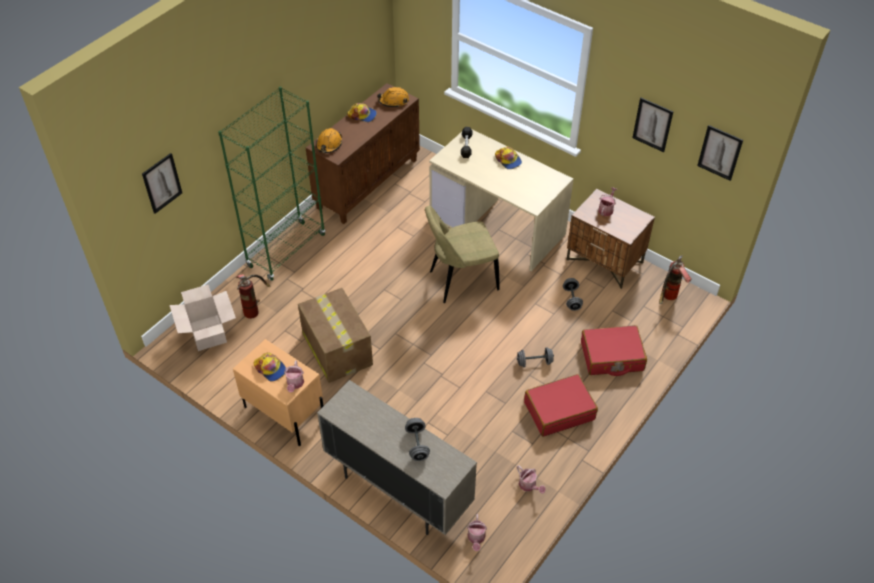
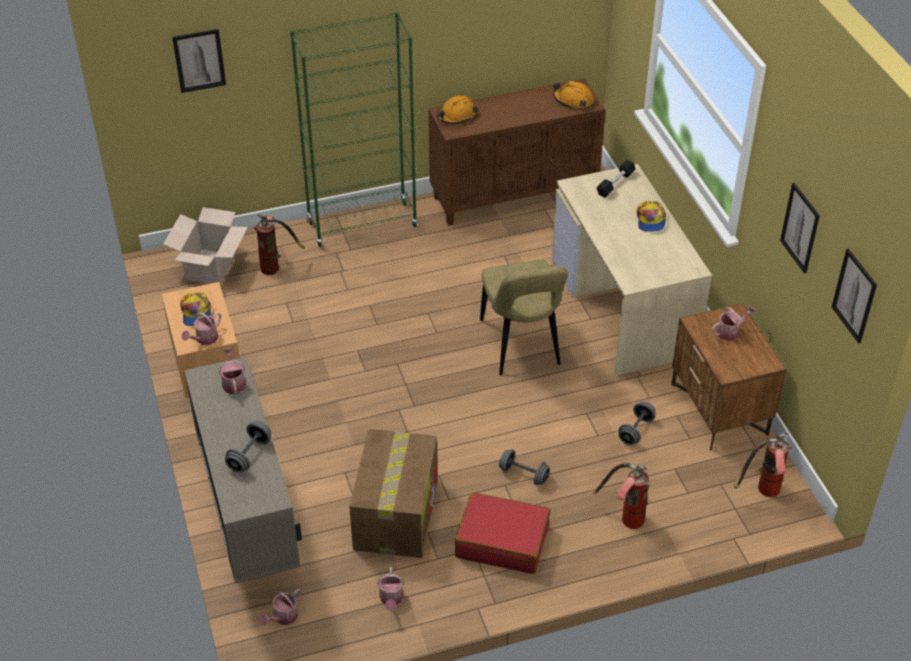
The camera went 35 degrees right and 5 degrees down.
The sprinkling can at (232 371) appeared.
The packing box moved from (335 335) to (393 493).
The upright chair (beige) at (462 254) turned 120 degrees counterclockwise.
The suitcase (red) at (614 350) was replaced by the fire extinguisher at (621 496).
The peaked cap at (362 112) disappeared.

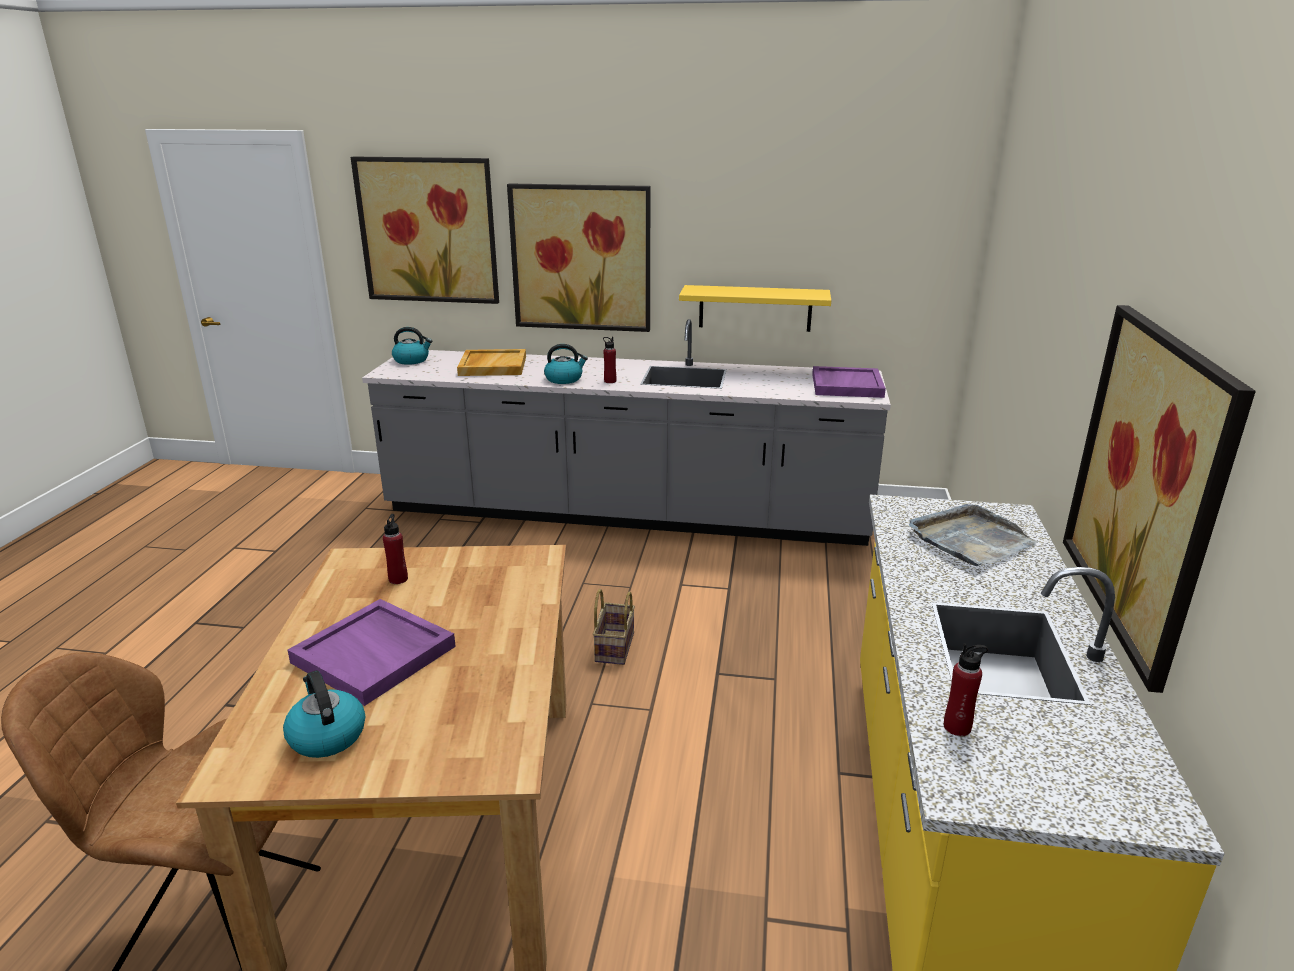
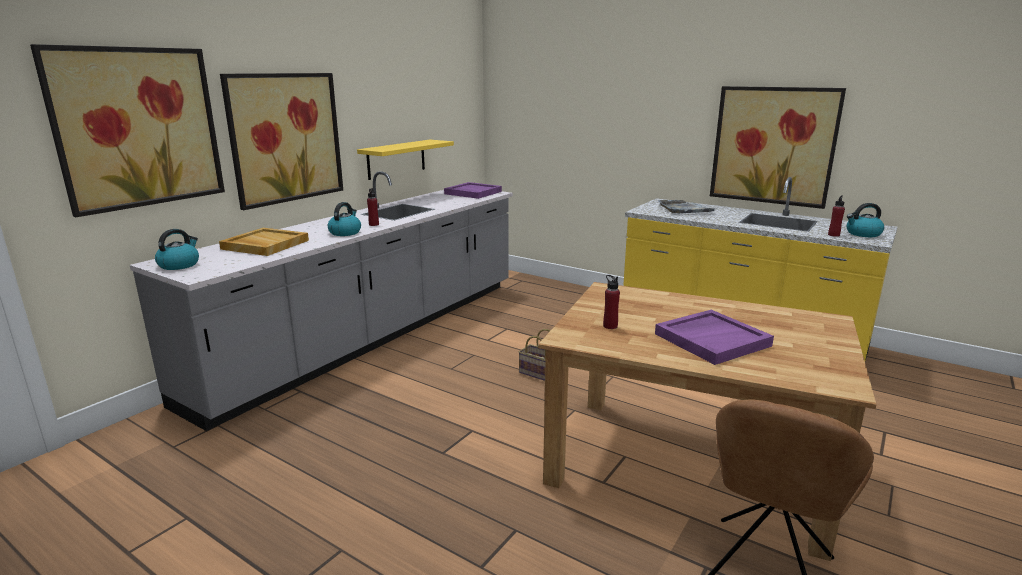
The camera went 65 degrees left and 5 degrees down.
The water kettle moved from (324 714) to (865 220).

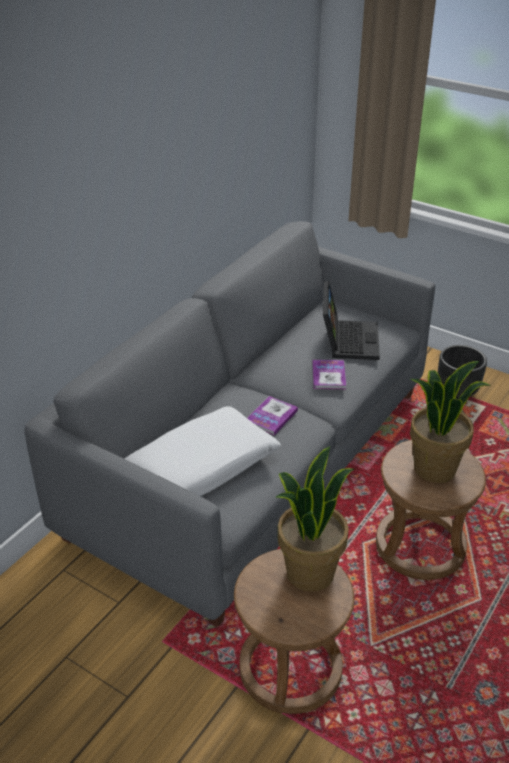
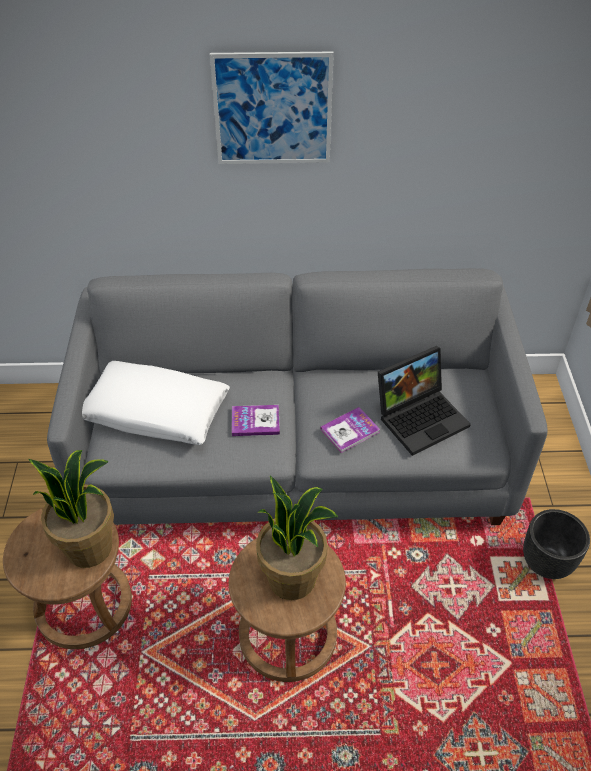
The camera went 55 degrees right and 10 degrees up.
The wall picture at (272 108) appeared.

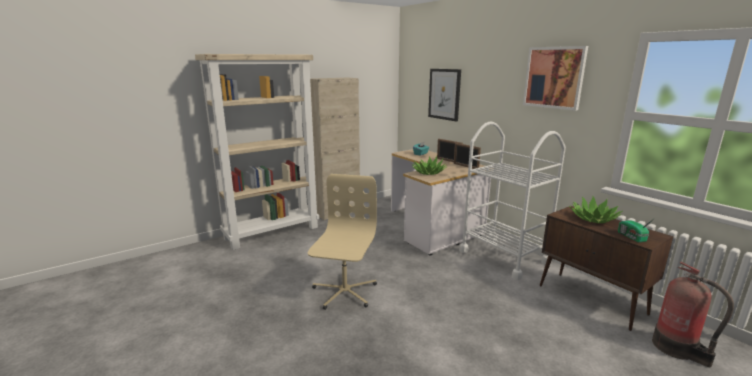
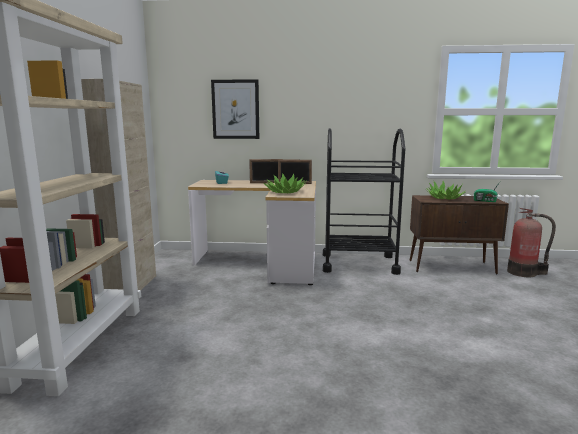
The camera went 50 degrees left and 5 degrees down.
The cart (white-coloured) at (512 201) became the cart (black-coloured) at (364 201).
The computer chair (beige) at (342 242) disappeared.
The wall picture at (555 78) disappeared.

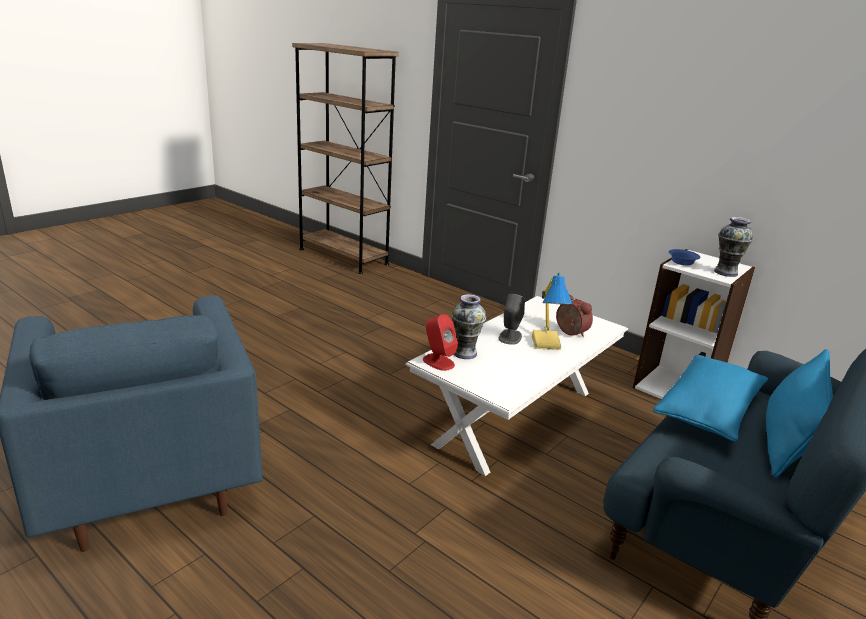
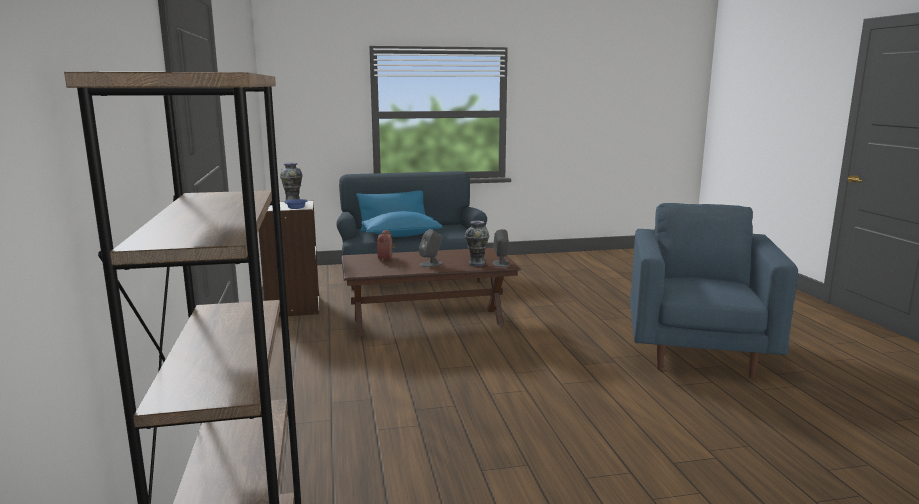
The camera went 140 degrees left and 10 degrees down.
The coffee table (white-coloured) at (517 386) became the coffee table (brown) at (431 292).
The audio speaker (red) at (440 342) became the audio speaker (greyish) at (501 248).
The tabletop lamp at (552 311) disappeared.

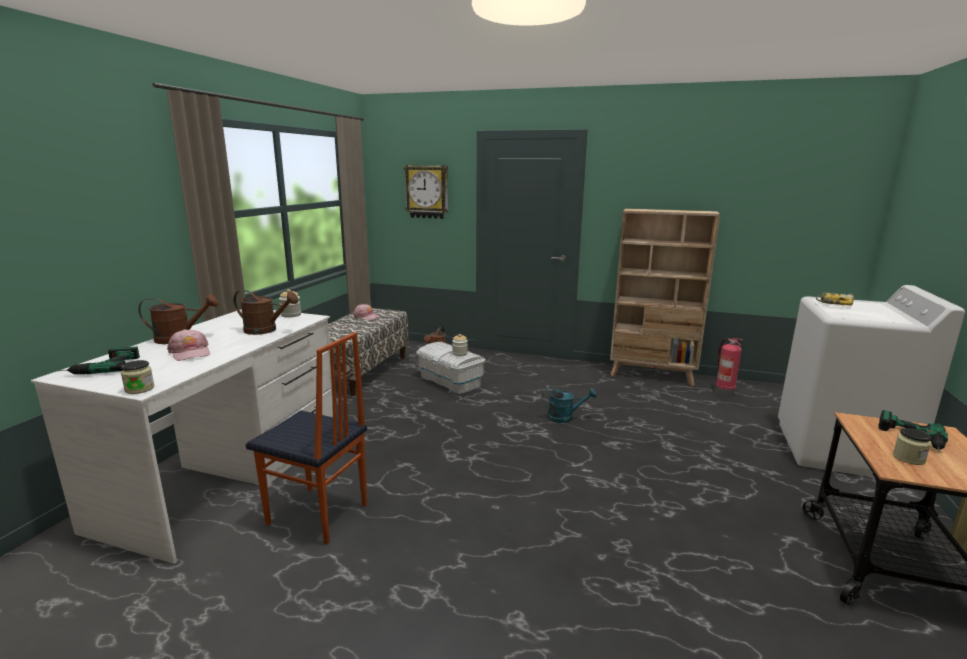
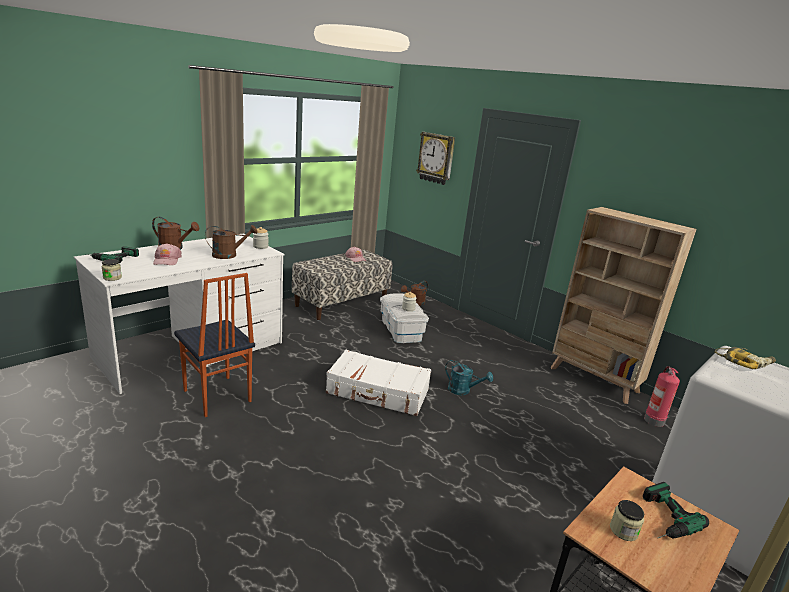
The camera went 25 degrees right and 5 degrees up.
The sprinkling can (brown) at (265 312) turned 60 degrees counterclockwise.
The suitcase (white-coloured) at (378 383) appeared.

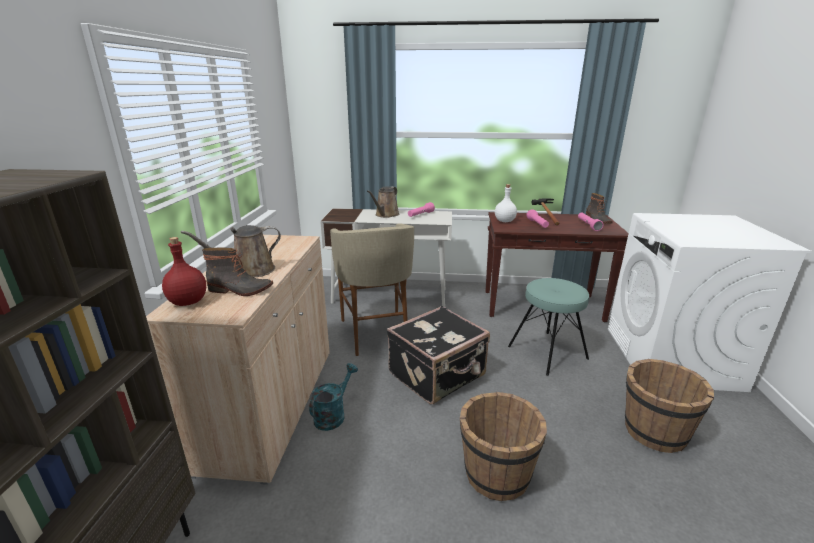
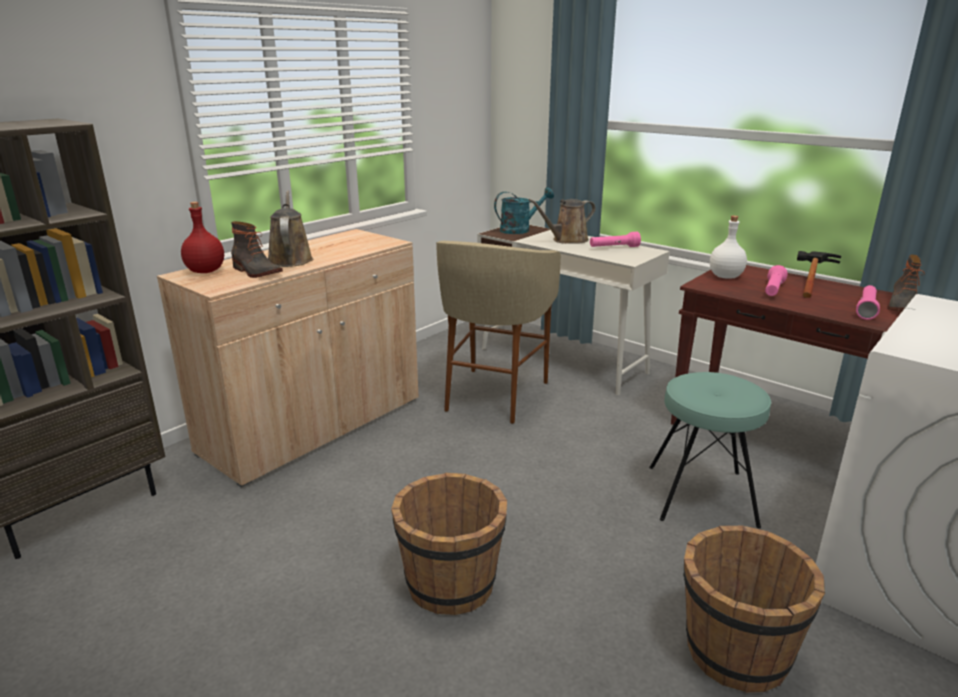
The camera went 35 degrees right and 0 degrees up.
The sprinkling can (brown) at (231 251) turned 75 degrees clockwise.
The sprinkling can (turquoise) moved from (333 397) to (524 210).
The suitcase (black-coloured) at (438 355) disappeared.

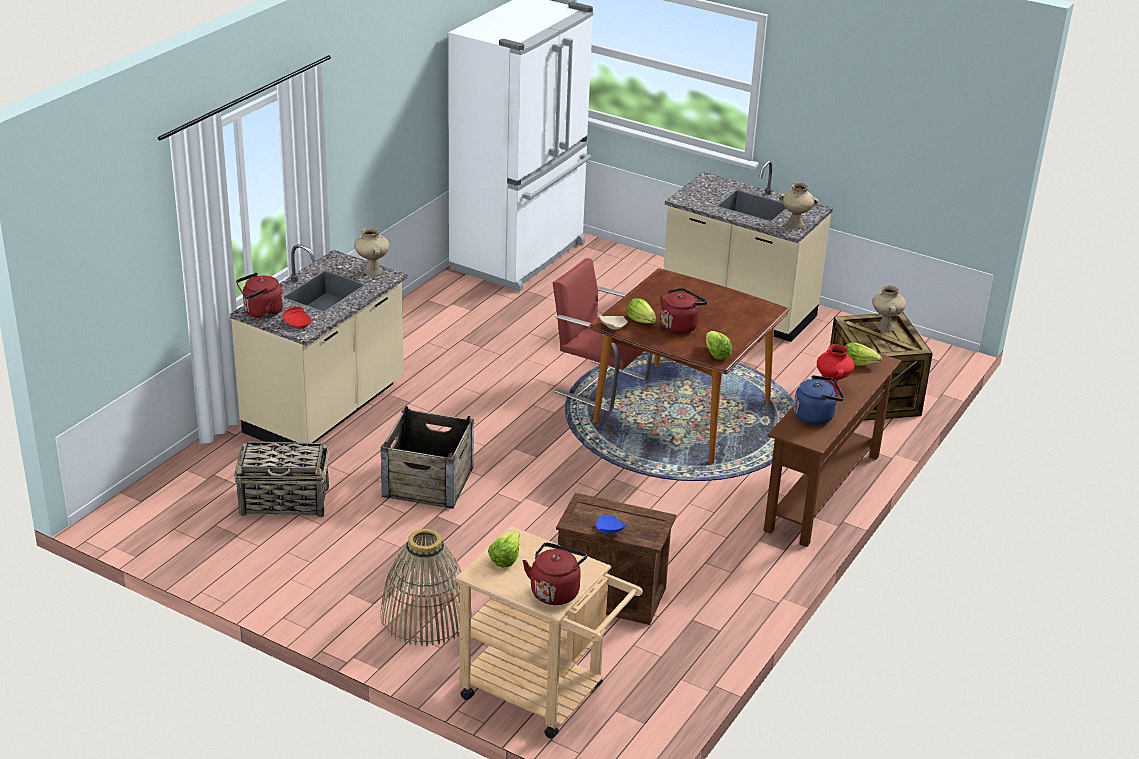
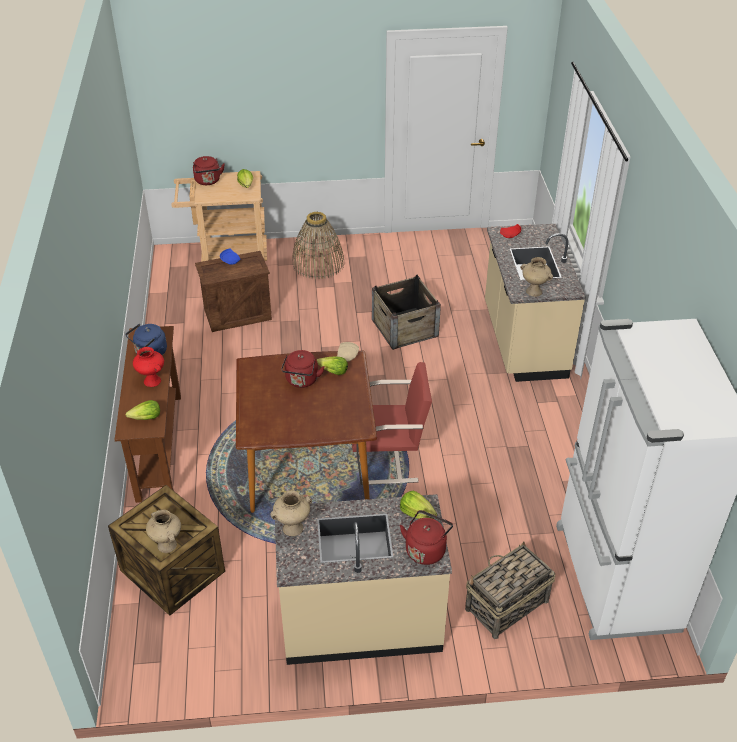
The camera went 145 degrees right and 10 degrees up.
The head of lettuce moved from (719 345) to (418 505).
The water kettle (red) moved from (259 295) to (426 537).
The storage basket moved from (281 480) to (510 590).

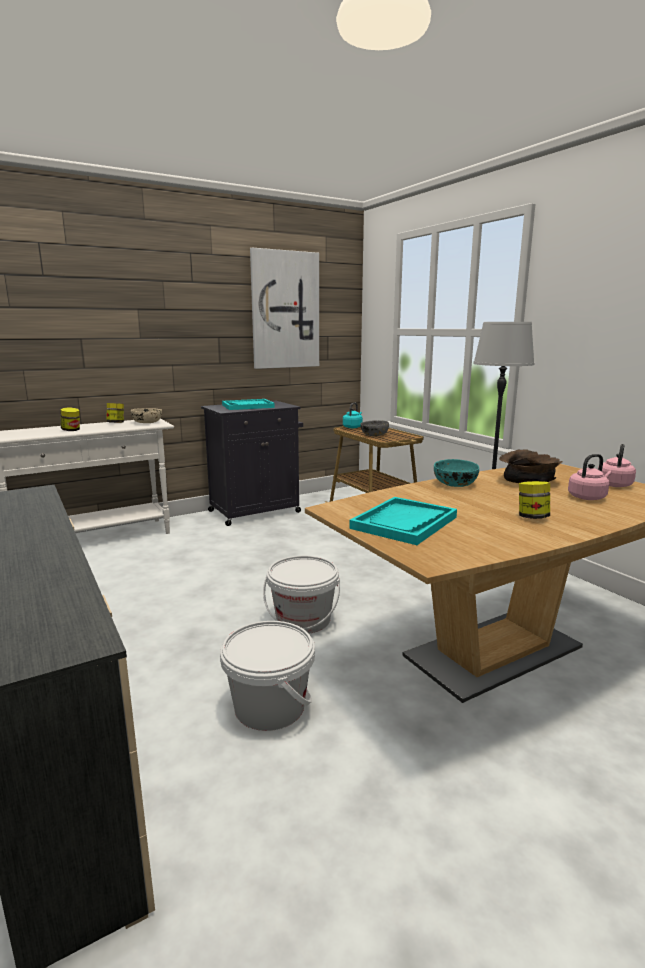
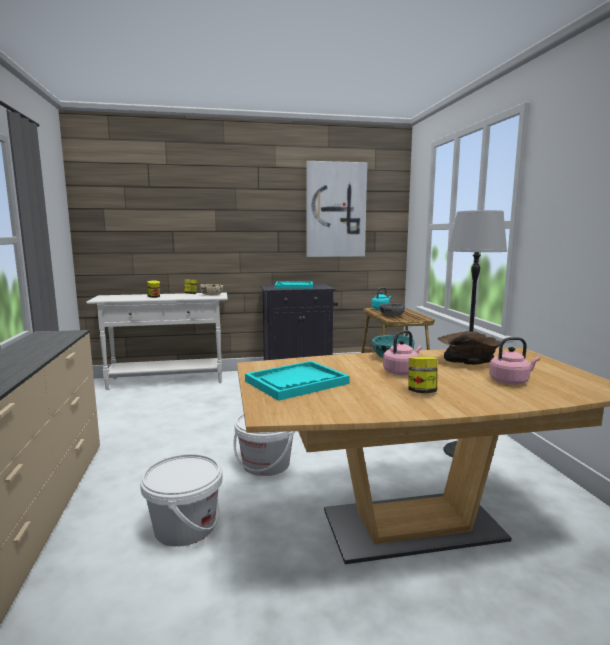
The camera went 20 degrees right and 5 degrees down.
The water kettle (pink-coloured) moved from (617 465) to (402 352).

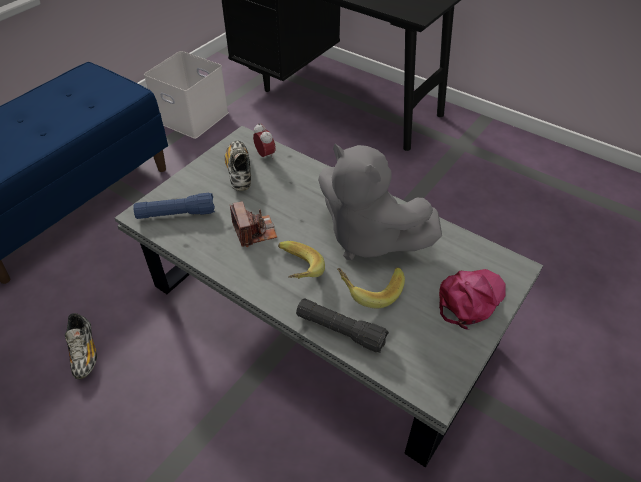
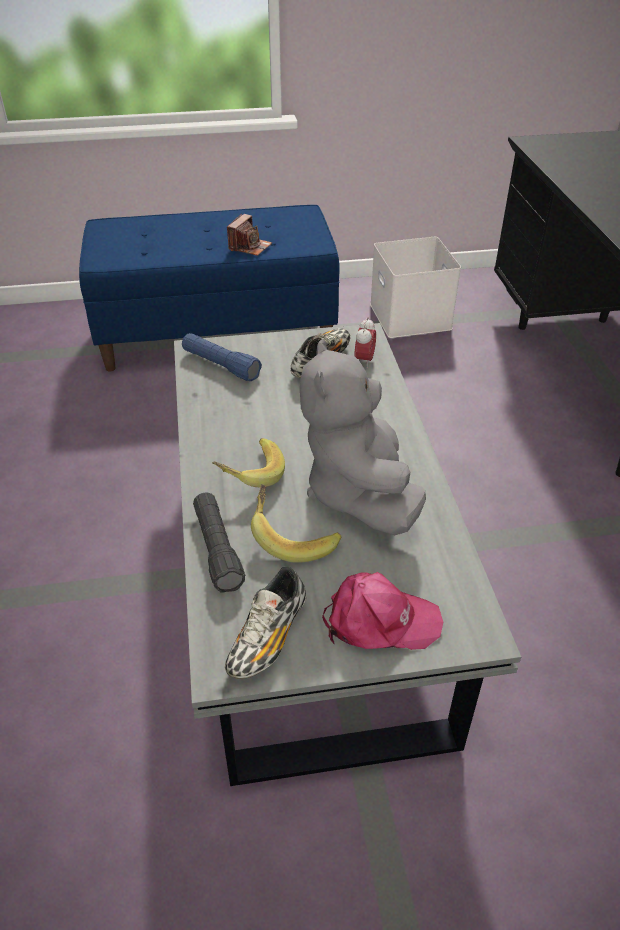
The camera went 45 degrees right and 5 degrees down.
The item of footwear moved from (81 346) to (265 623).
The still camera moved from (253 224) to (249 235).

